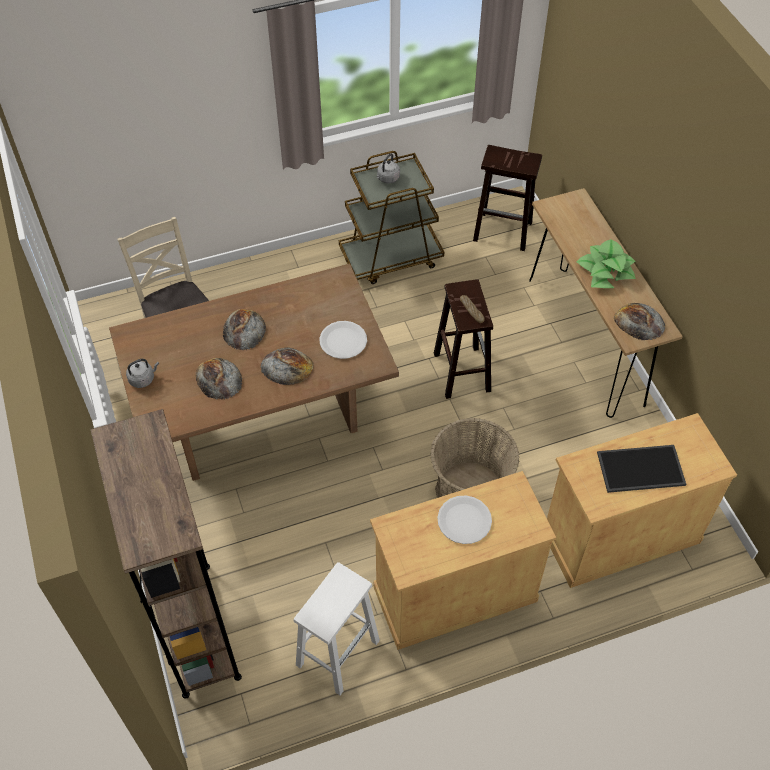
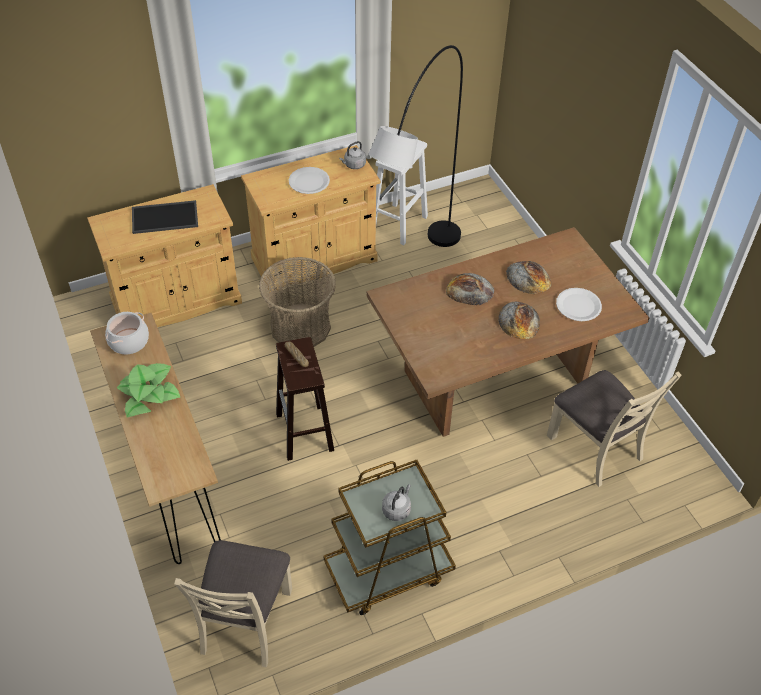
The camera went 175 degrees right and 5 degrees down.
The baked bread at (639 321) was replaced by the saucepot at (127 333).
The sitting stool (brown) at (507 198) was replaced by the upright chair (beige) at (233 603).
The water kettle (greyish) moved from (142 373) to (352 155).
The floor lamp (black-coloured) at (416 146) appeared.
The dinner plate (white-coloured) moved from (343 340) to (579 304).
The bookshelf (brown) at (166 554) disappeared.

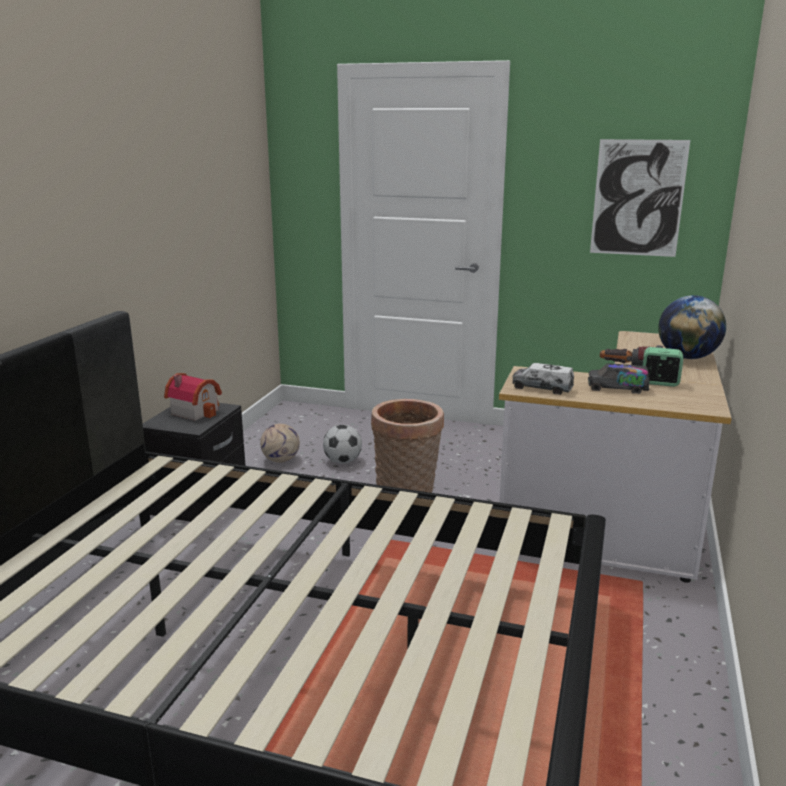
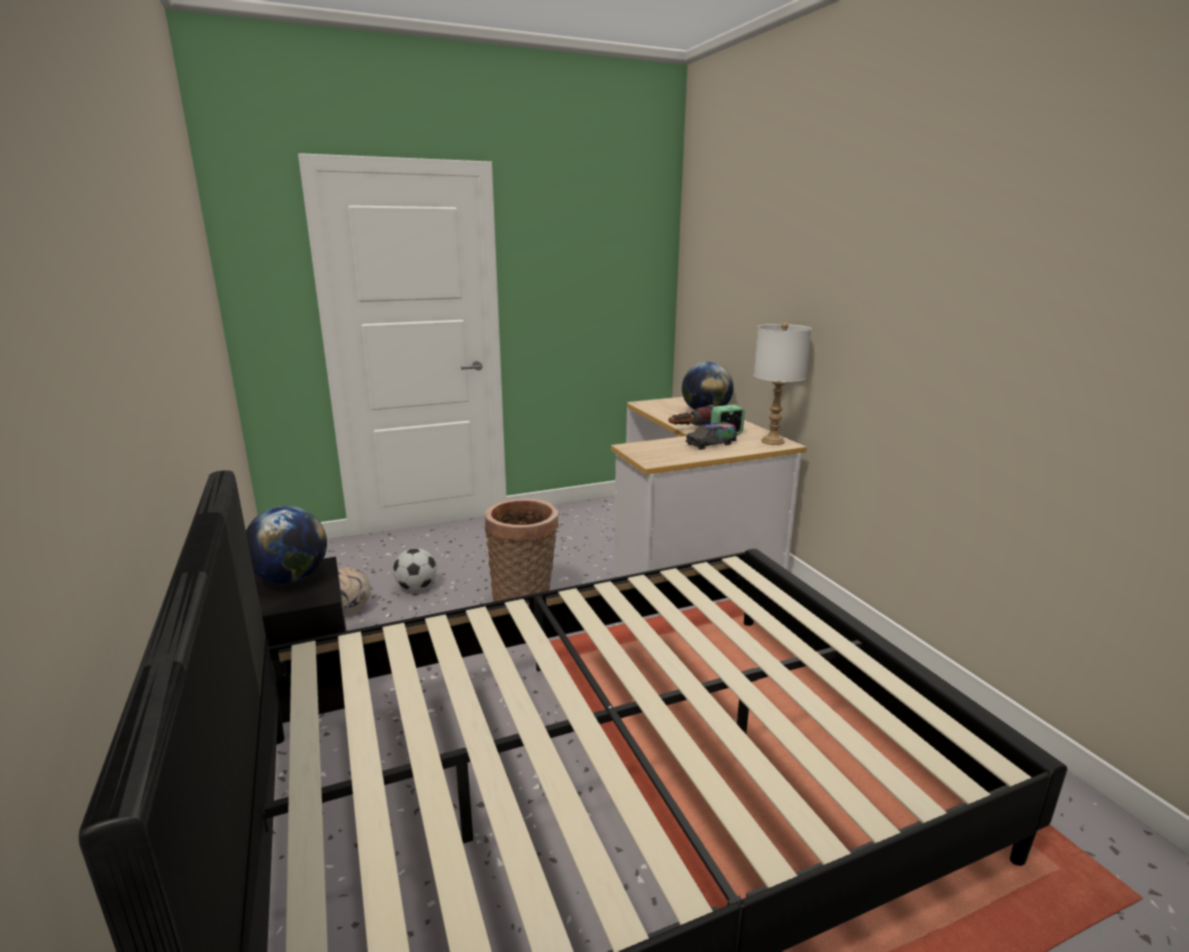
The camera went 40 degrees left and 0 degrees up.
The miniature house at (193 397) was replaced by the world globe at (286 544).
The tabletop lamp (white-coloured) at (783 384) appeared.
The toy truck at (543 379) disappeared.
The wall picture at (640 198) disappeared.

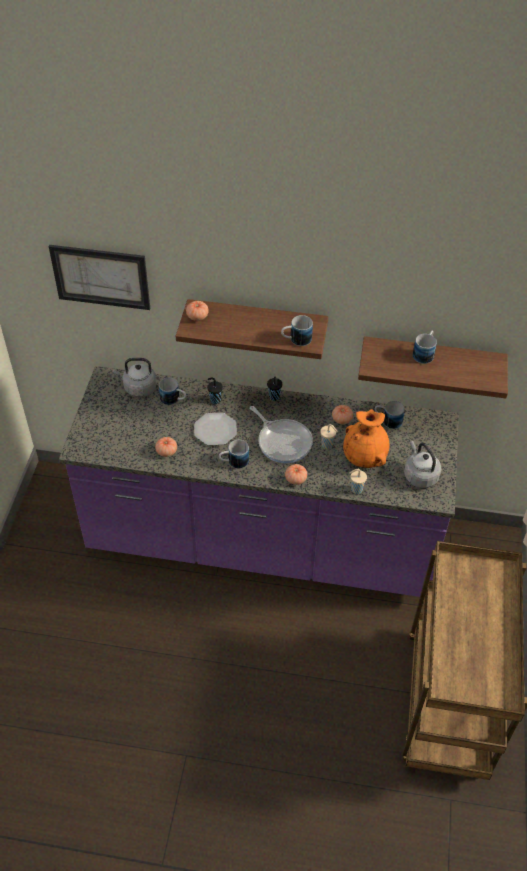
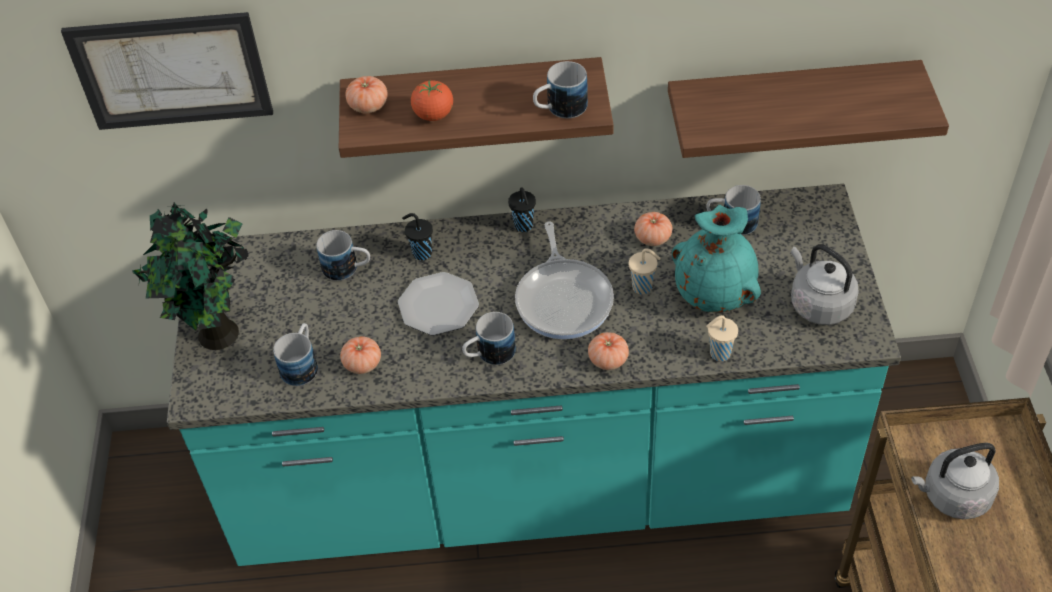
The camera went 10 degrees left and 0 degrees up.
The potted plant at (190 276) appeared.
The counter (purplish) at (259 481) became the counter (turquoise) at (534 375).
The mug moved from (425 347) to (295 354).
The tomato at (432 100) appeared.
The frying pan at (281 434) turned 45 degrees clockwise.
The decorative vase (orangey) at (366 438) became the decorative vase (turquoise) at (716 258).
The water kettle (greyish) moved from (135 377) to (955 481).

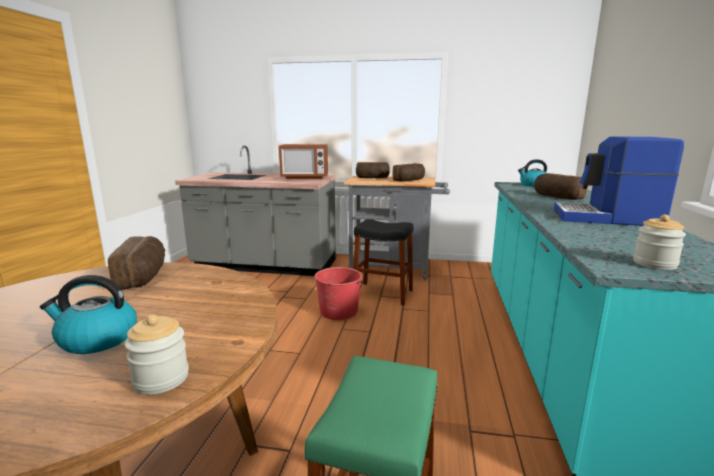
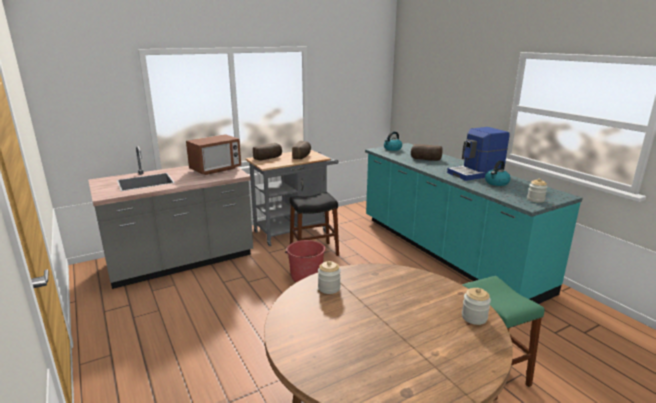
The camera went 40 degrees left and 5 degrees up.
The baked bread at (136 263) was replaced by the jar at (329 277).
The water kettle moved from (88 314) to (498 173).

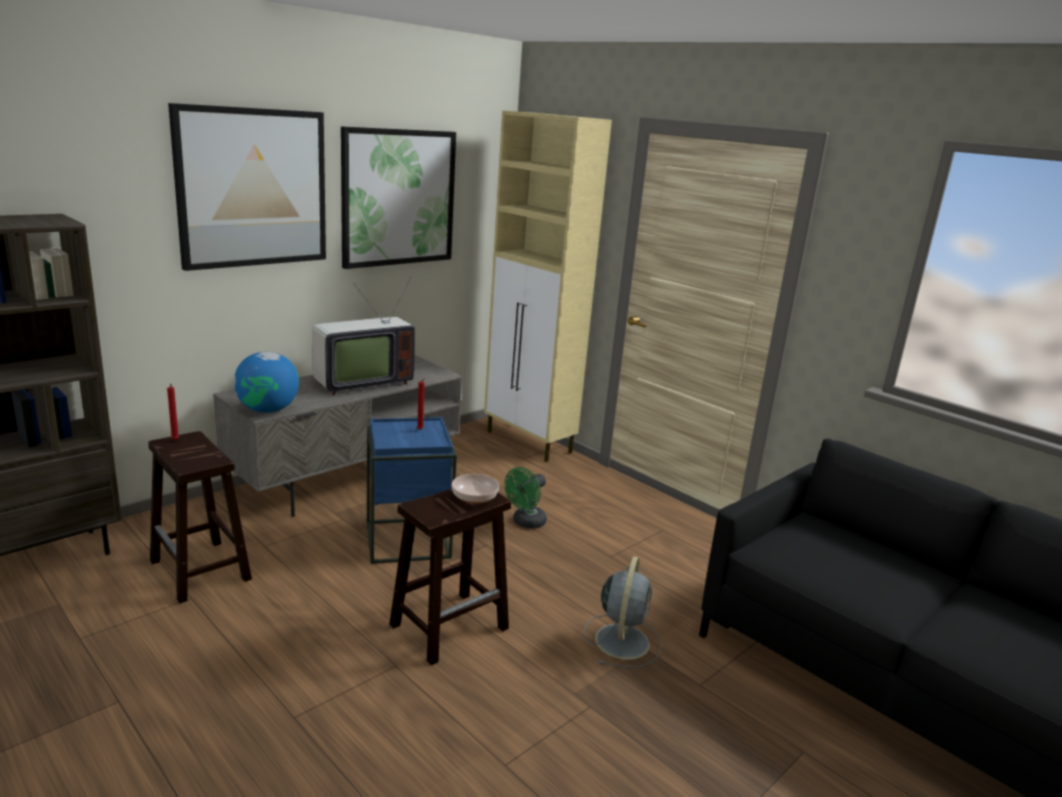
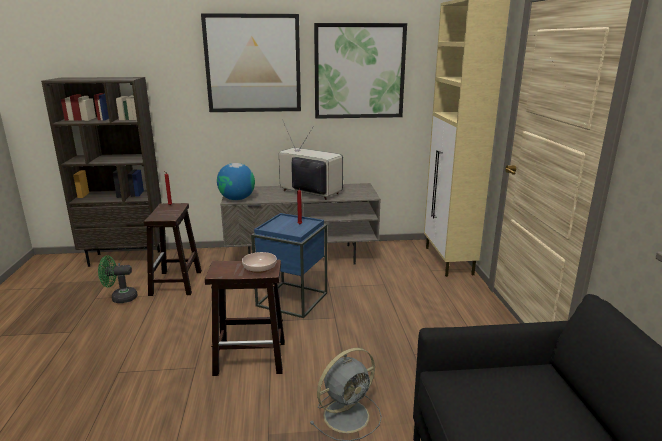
The camera went 40 degrees right and 0 degrees up.
The fan (green) moved from (525 498) to (117 279).
The TV at (363 336) turned 150 degrees counterclockwise.

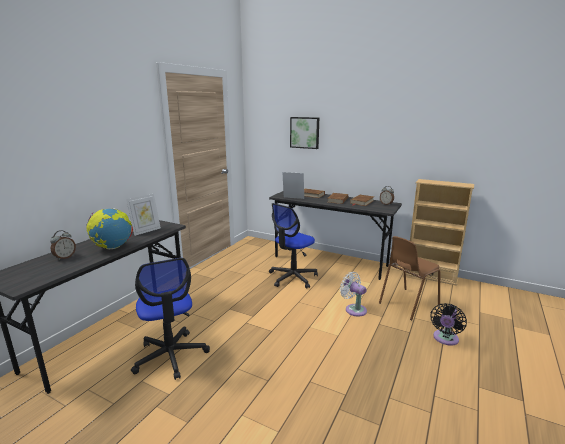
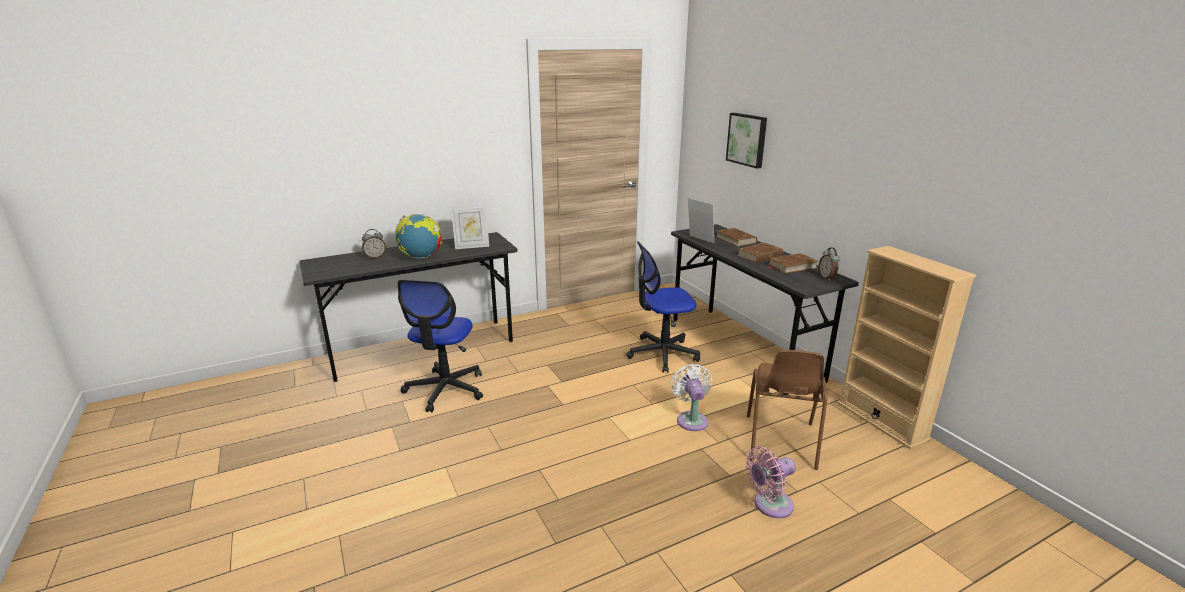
The camera went 35 degrees right and 5 degrees up.
The fan (black-coloured) at (448 324) became the fan (pink-coloured) at (771 482).
The upright chair (brown) at (409 278) turned 75 degrees counterclockwise.

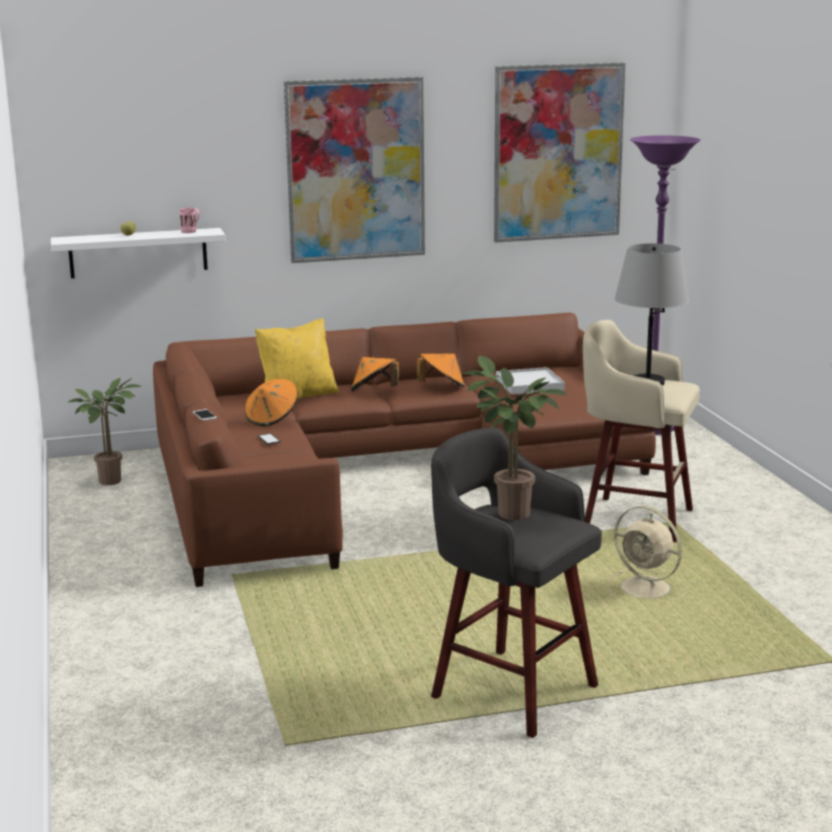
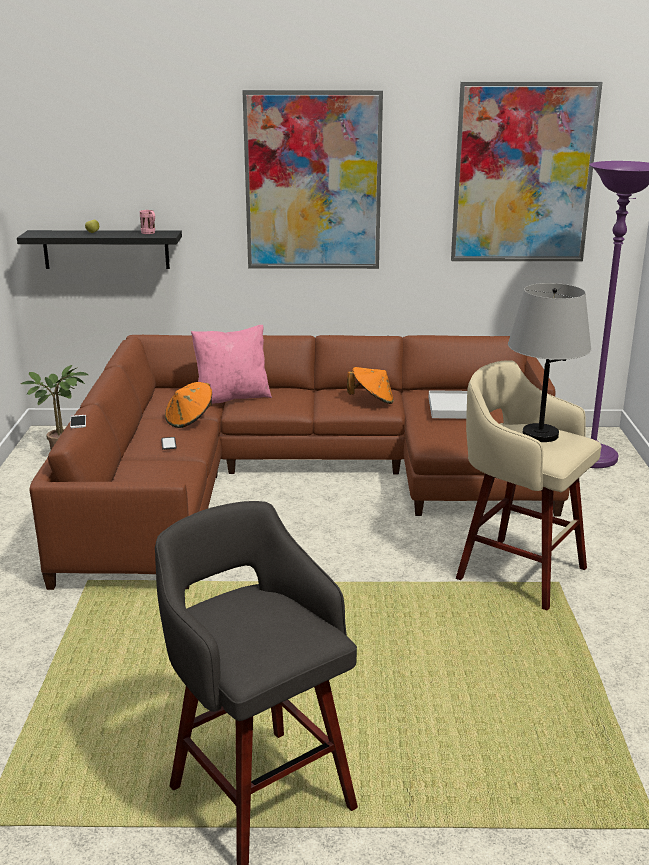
The camera went 15 degrees right and 5 degrees up.
The wall shelf (white-coloured) at (138 253) became the wall shelf (black-coloured) at (99 249).
The throw pillow (yellowish) at (297 359) became the throw pillow (pink-coloured) at (231 364).
The hat (orangey) at (375 374) disappeared.
The potted plant at (514 438) disappeared.
The fan (beige) at (646 552) disappeared.

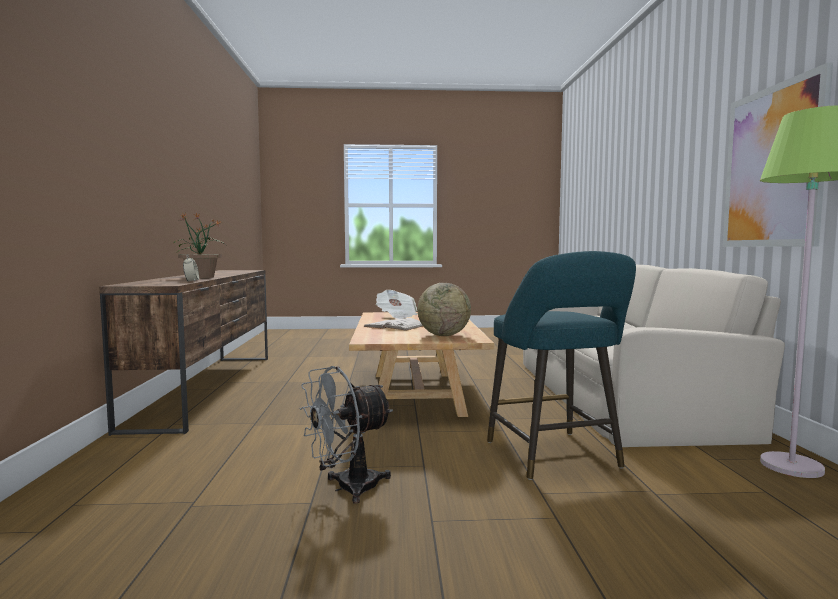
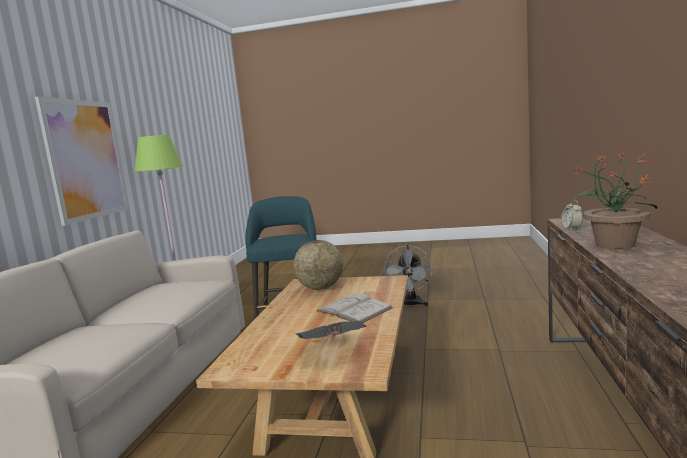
The camera went 165 degrees left and 5 degrees up.
The fan (greyish) at (346 435) turned 120 degrees clockwise.

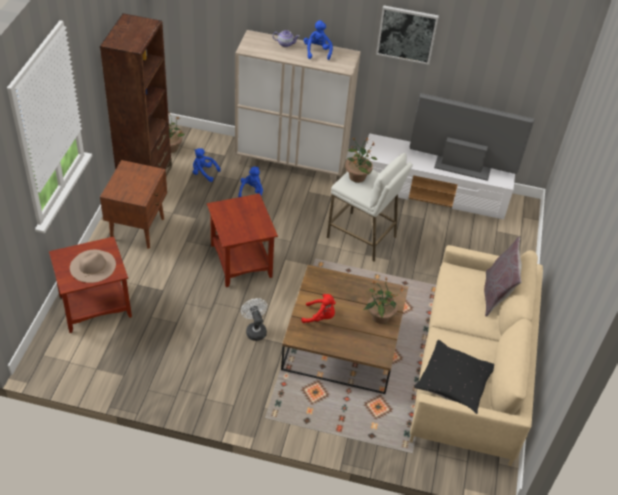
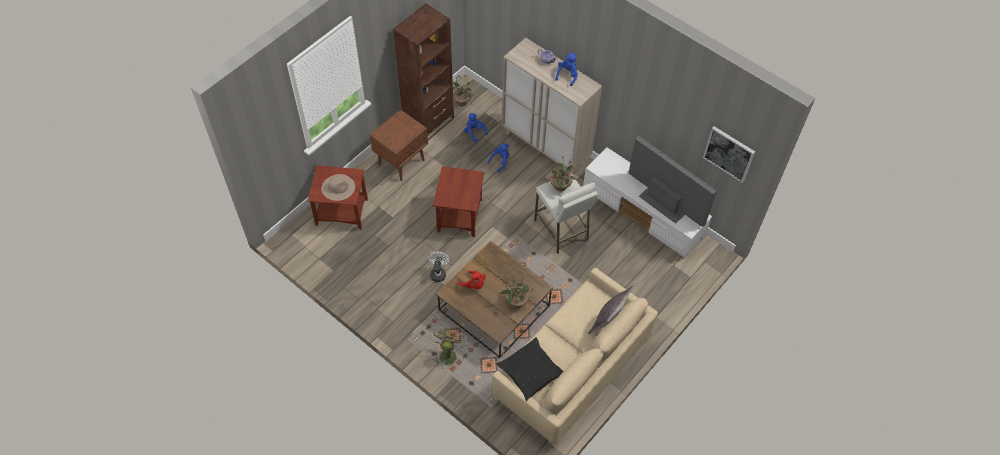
The camera went 30 degrees right and 10 degrees up.
The fan (green) at (449 348) appeared.
The wall picture moved from (407 35) to (729 154).

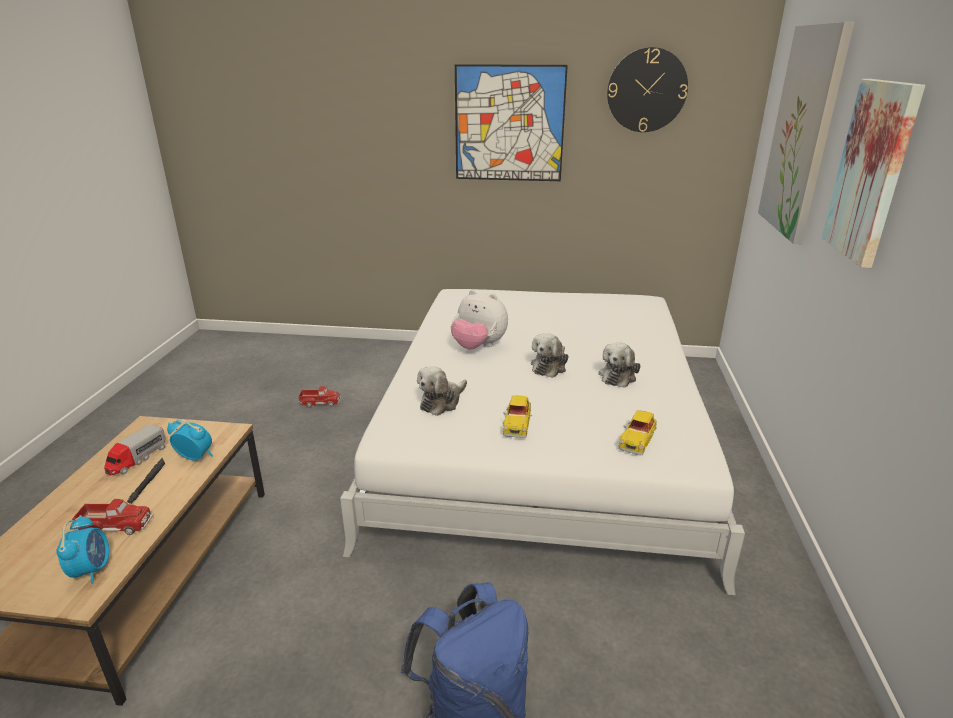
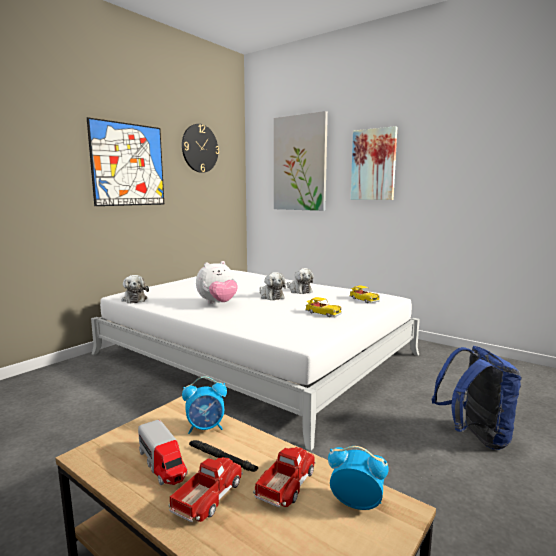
The camera went 60 degrees left and 15 degrees down.
The plush toy moved from (442 391) to (135 289).
The toy truck moved from (319 396) to (205 489).
The alarm clock at (190 440) turned 150 degrees counterclockwise.

